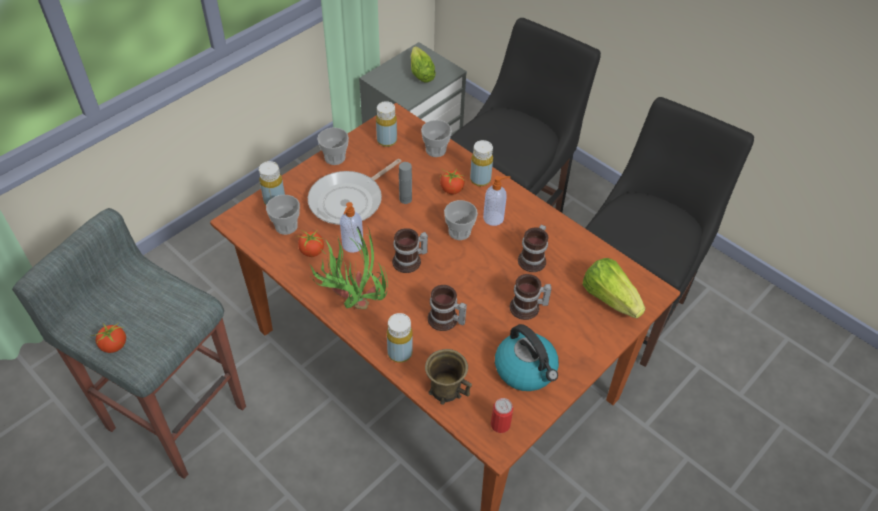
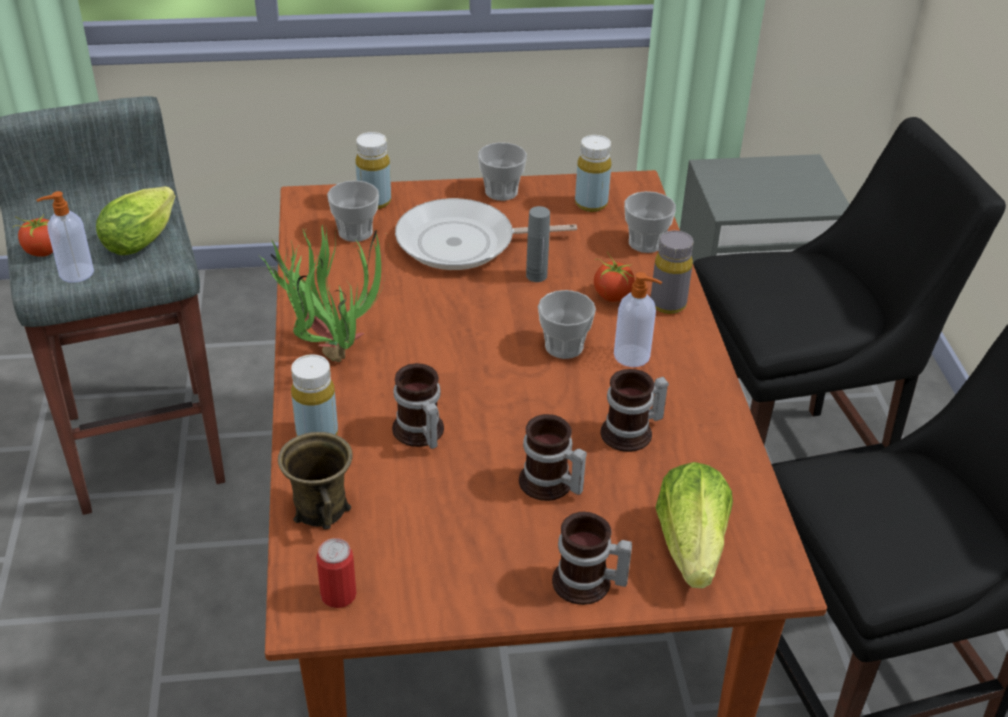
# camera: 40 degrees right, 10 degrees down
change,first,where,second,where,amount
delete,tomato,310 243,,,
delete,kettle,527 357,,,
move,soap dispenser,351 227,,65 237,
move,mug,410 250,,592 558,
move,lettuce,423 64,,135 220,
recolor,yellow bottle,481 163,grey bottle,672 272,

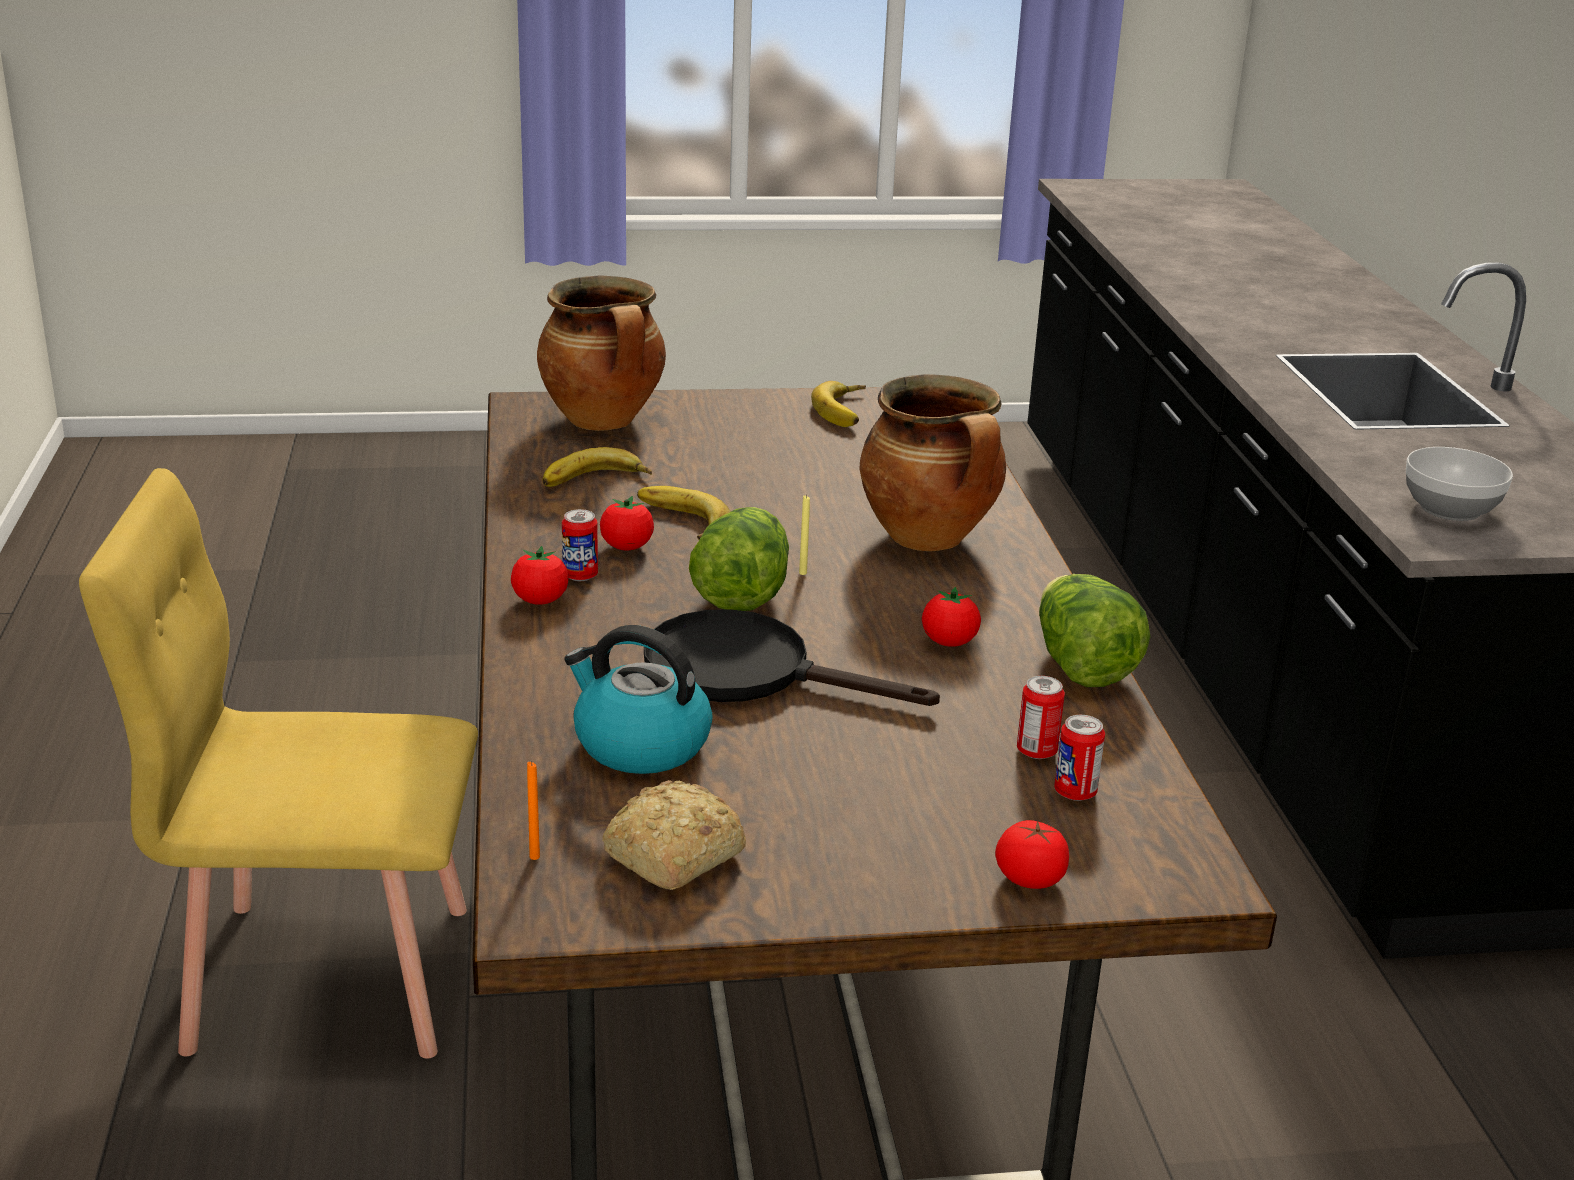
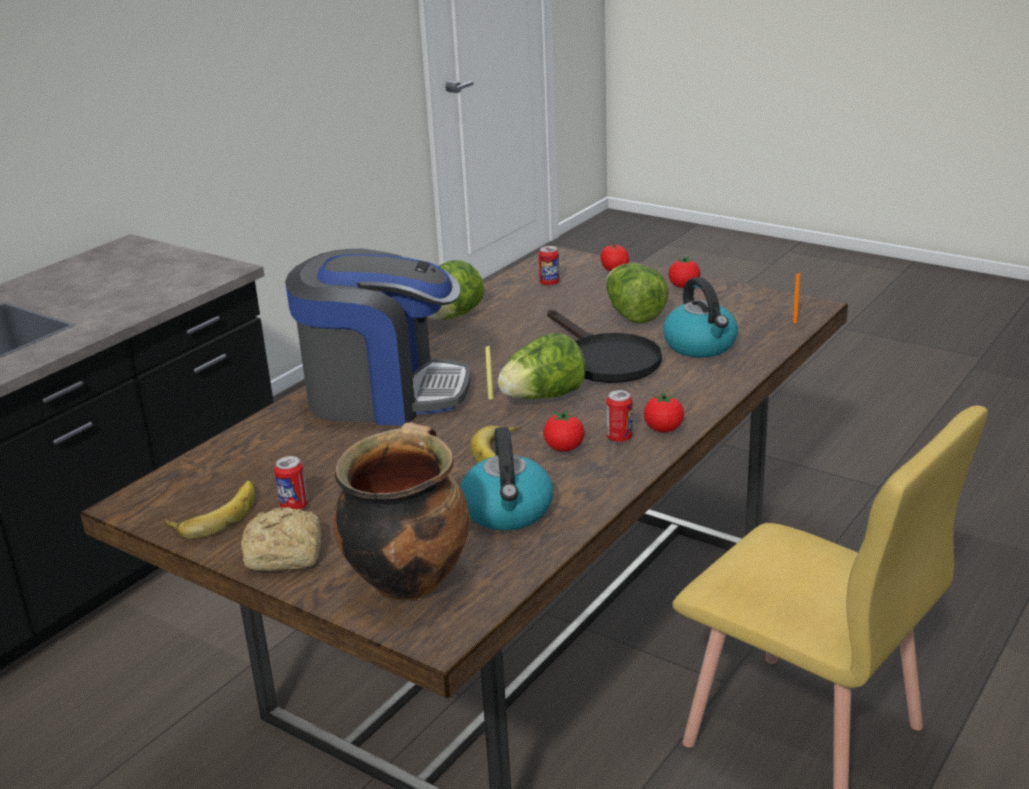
# camera: 135 degrees left, 0 degrees up
change,first,where,second,where,amount
delete,bowl,1459 484,,,
insert,,,lettuce,637 293,
move,bread,674 835,,281 539,
move,tomato,951 617,,684 272,
move,can,1041 717,,291 483,
replace,banana,597 467,kettle,506 478,
replace,cooking pot,933 462,coffee machine,378 337,

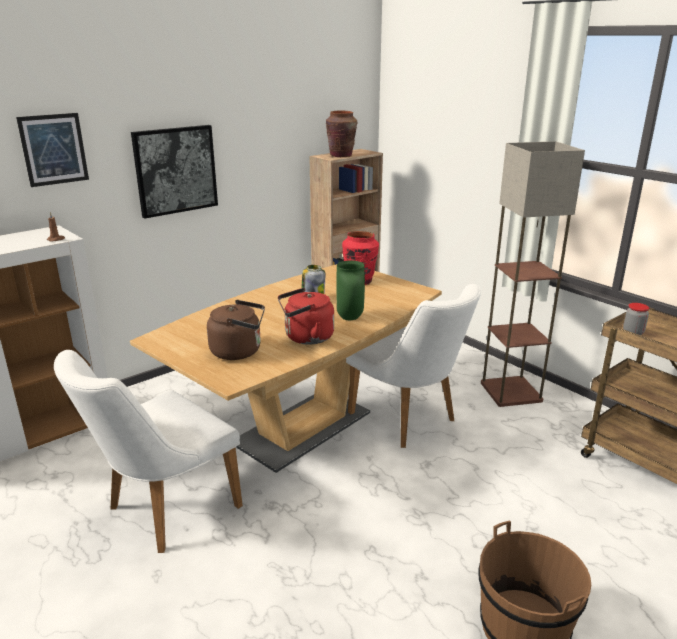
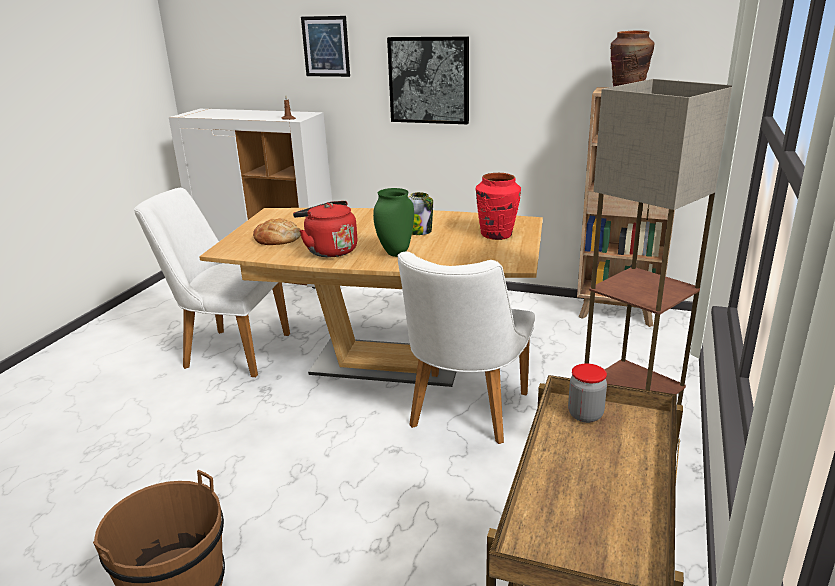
# camera: 60 degrees right, 0 degrees up
change,first,where,second,where,amount
replace,brown kettle,236 330,bread,277 231,

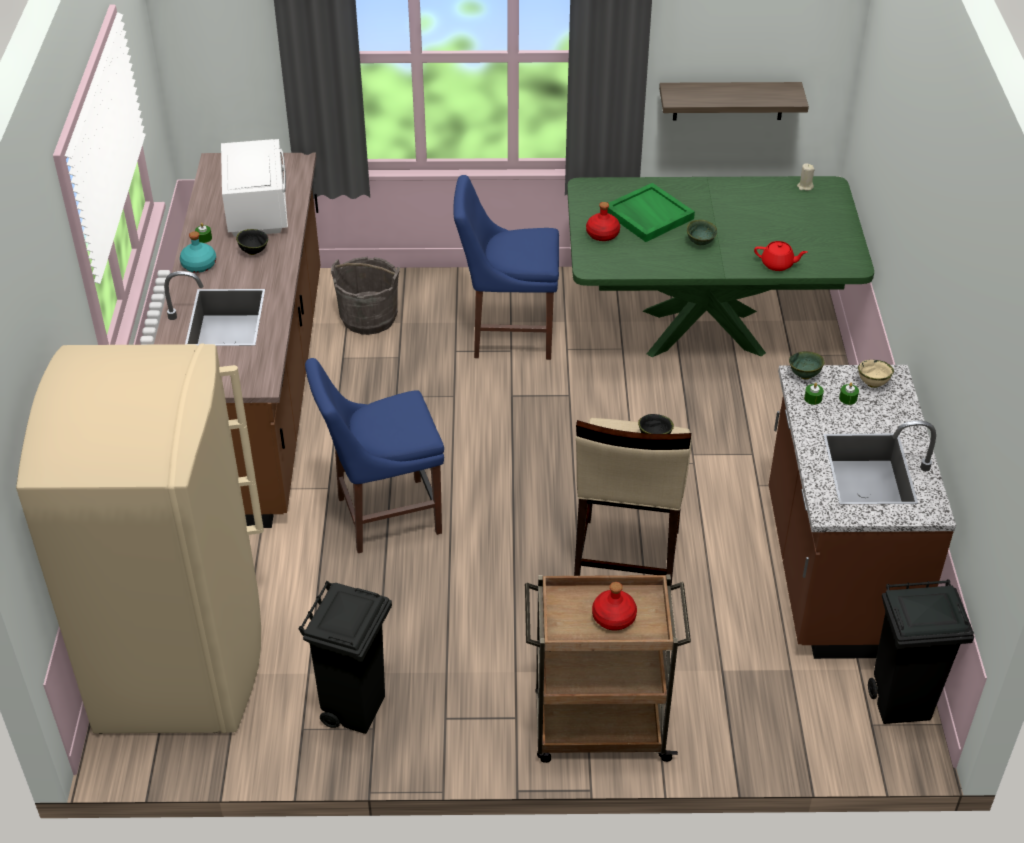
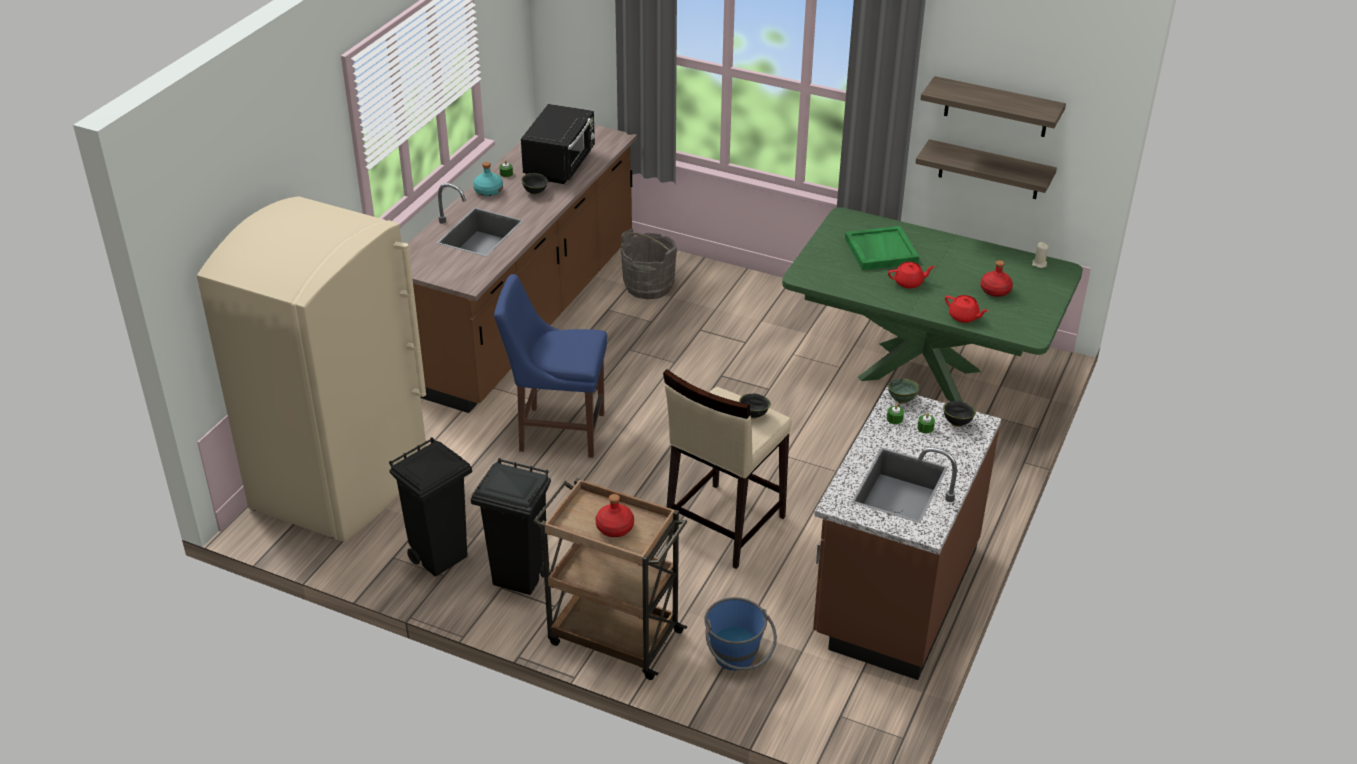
# camera: 25 degrees right, 5 degrees down
change,first,where,second,where,amount
delete,blue chair,506 267,,,
insert,,,blue bucket,740 633,
insert,,,shelf,993 106,
move,red bottle,603 221,,996 278,
move,black trash can,921 651,,511 526,
replace,green bowl,702 232,red teapot,911 275,
recolor,white microwave,254 188,black microwave,558 144,
recolor,beige bowl,876 374,black bowl,959 414,

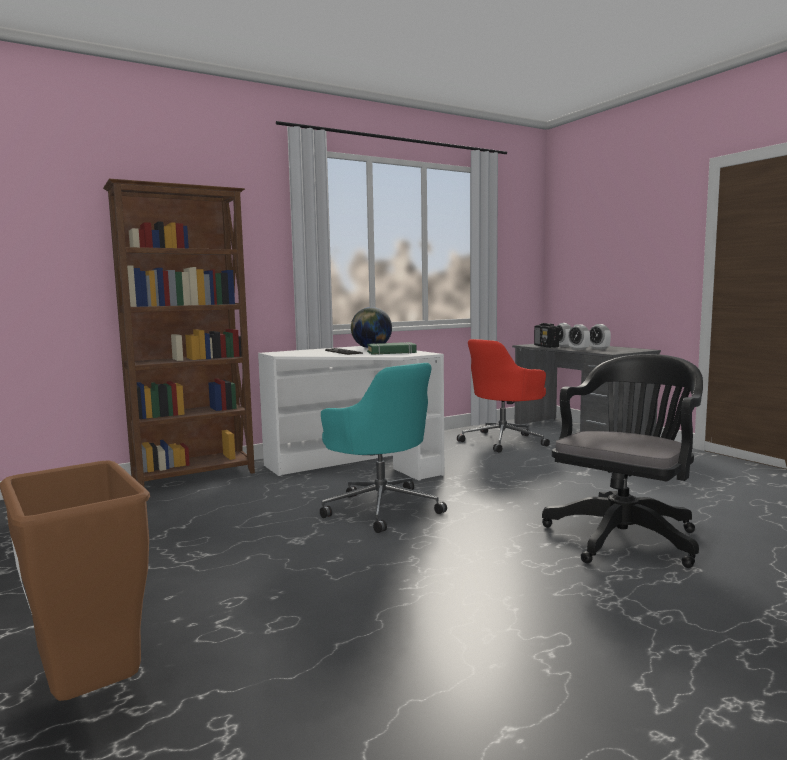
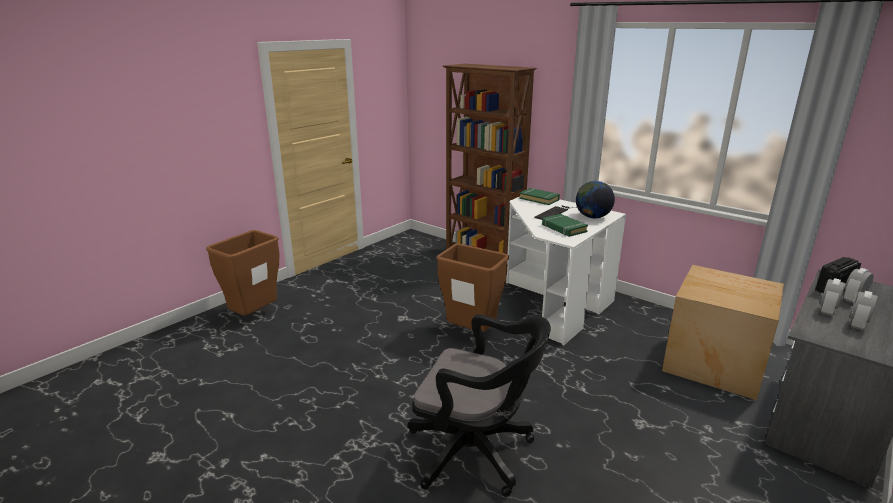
# camera: 70 degrees right, 15 degrees up
change,first,where,second,where,amount
insert,,,green book,539 196,
replace,turquoise office chair,383 448,brown trash can,473 288,
replace,red office chair,503 396,cardboard box,723 332,

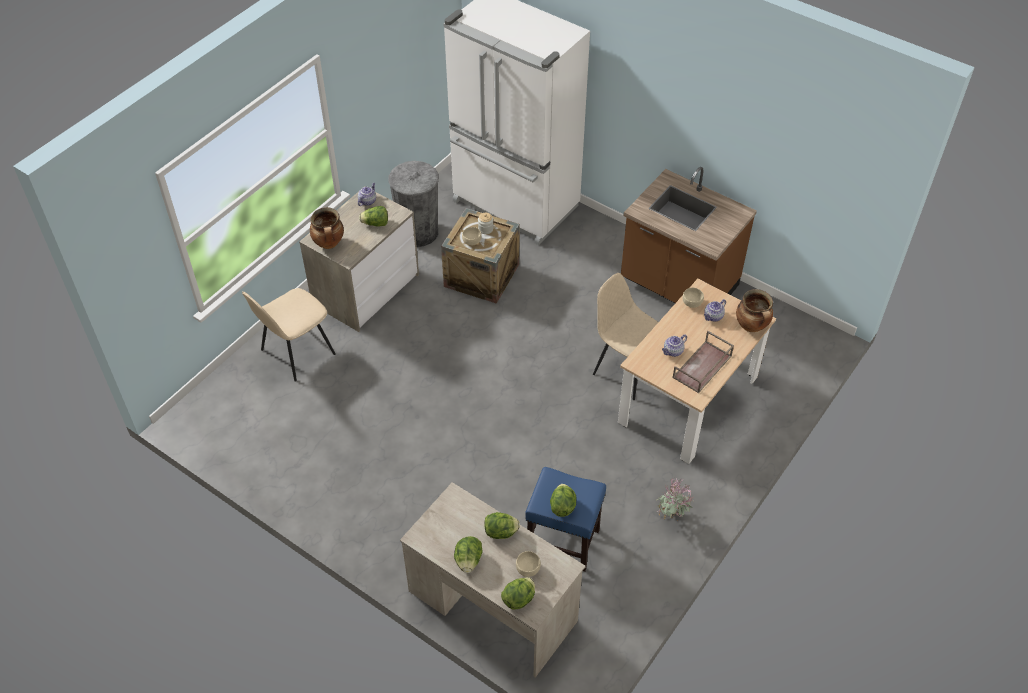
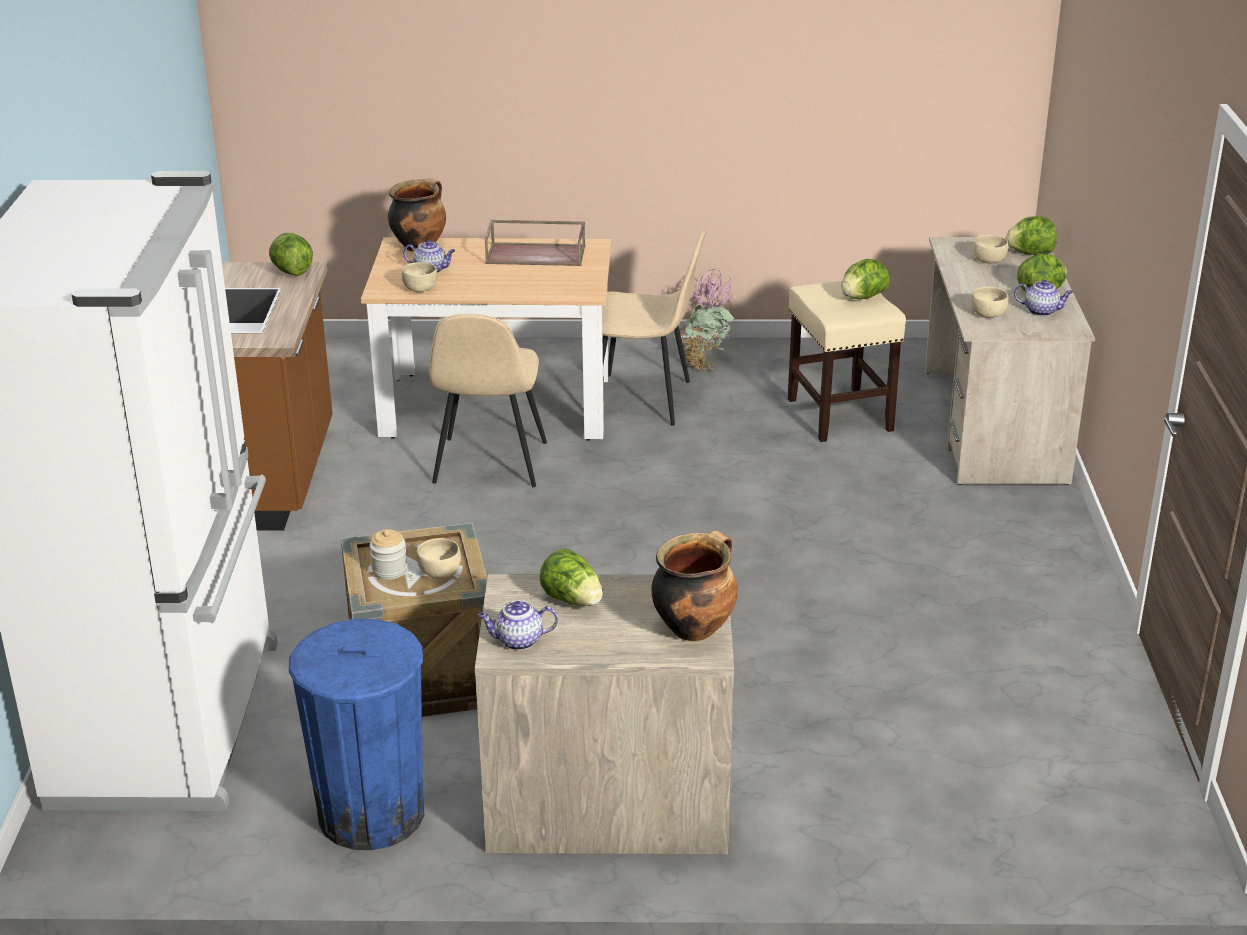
# camera: 125 degrees left, 20 degrees down
change,first,where,second,where,amount
insert,,,beige bowl,990 302,
move,beige chair,289 334,,654 327,
move,lettuce,502 525,,291 254,
move,teapot,674 345,,1043 298,
recolor,grey trash can,413 204,blue trash can,357 734,
recolor,blue stool,565 519,beige stool,847 361,

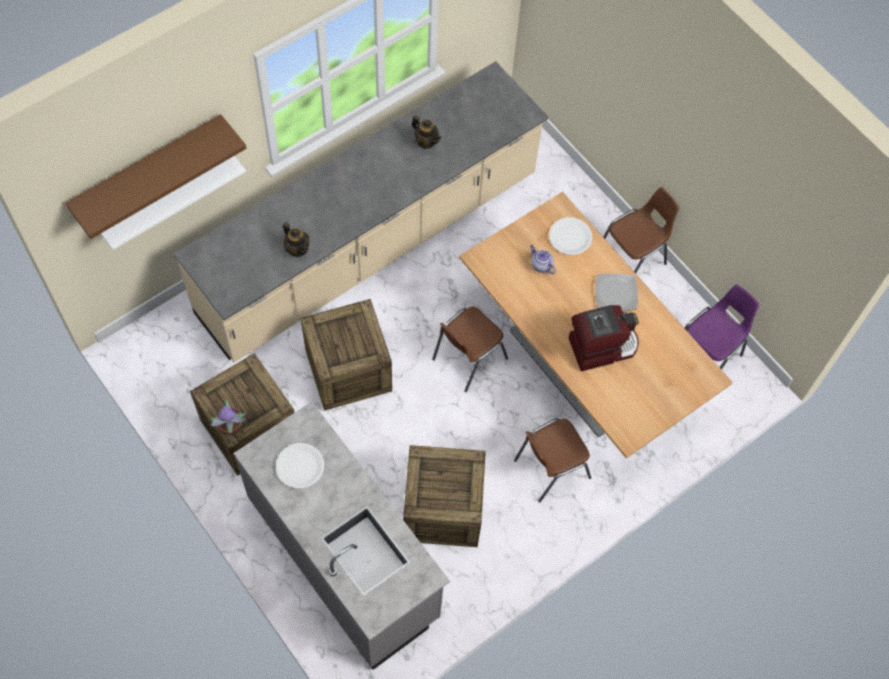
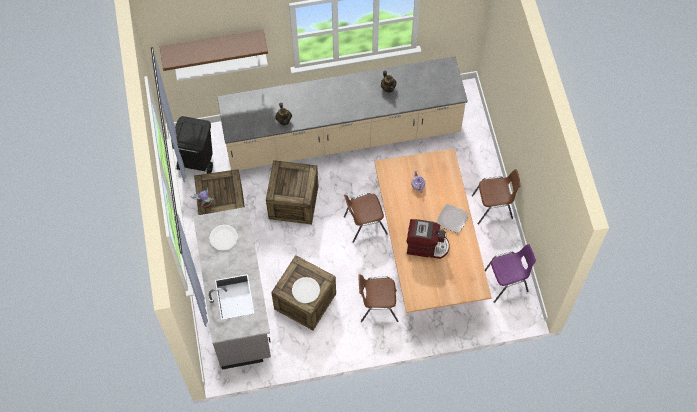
# camera: 30 degrees right, 0 degrees up
change,first,where,second,where,amount
insert,,,black trash can,192 145,
move,white plate,570 236,,306 290,

